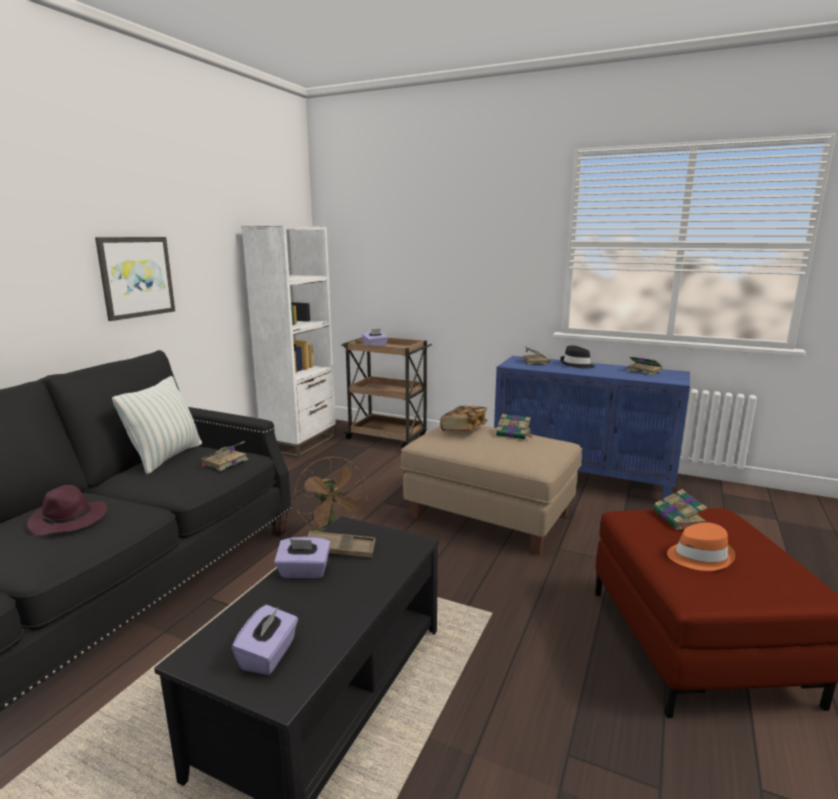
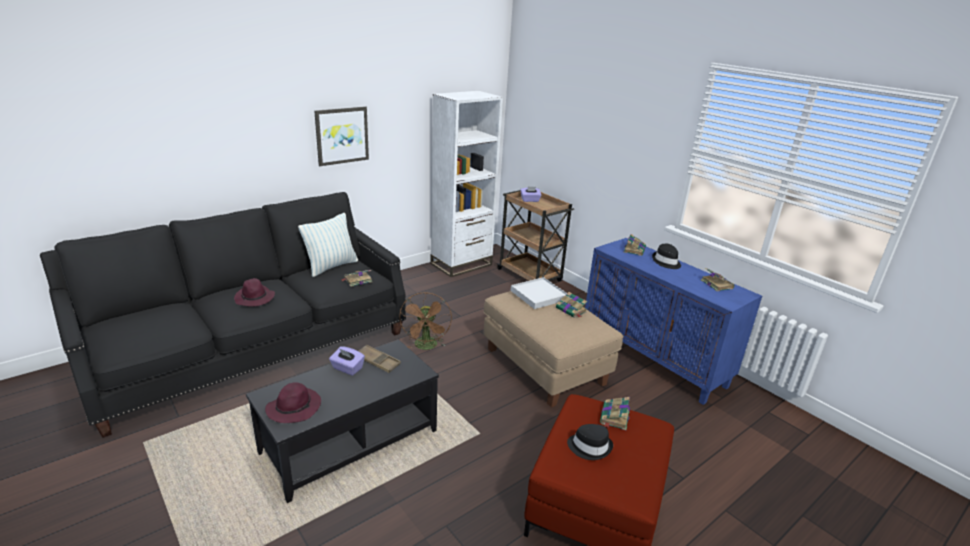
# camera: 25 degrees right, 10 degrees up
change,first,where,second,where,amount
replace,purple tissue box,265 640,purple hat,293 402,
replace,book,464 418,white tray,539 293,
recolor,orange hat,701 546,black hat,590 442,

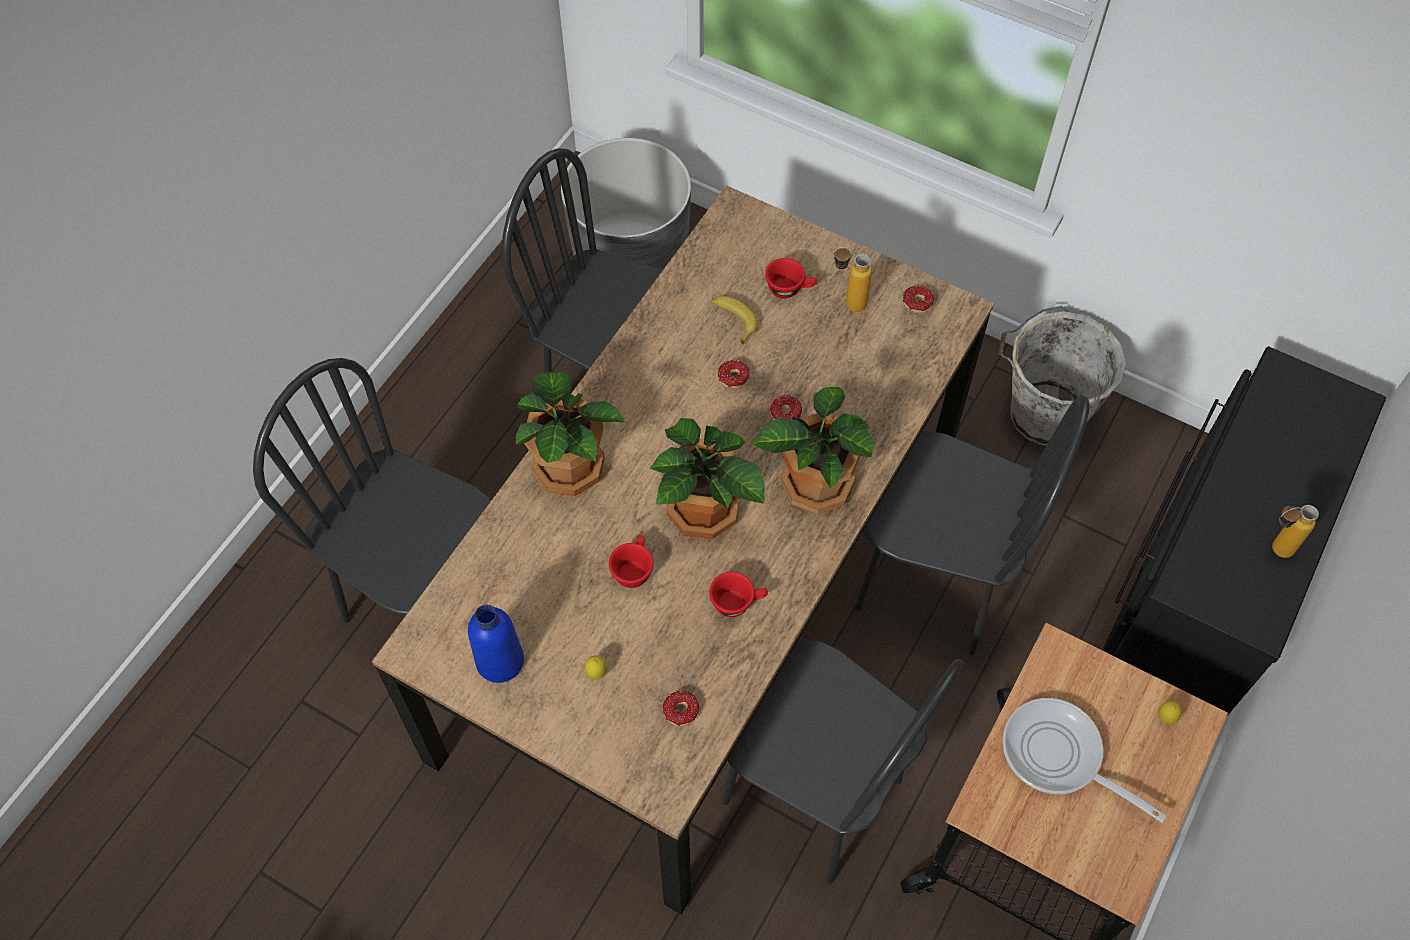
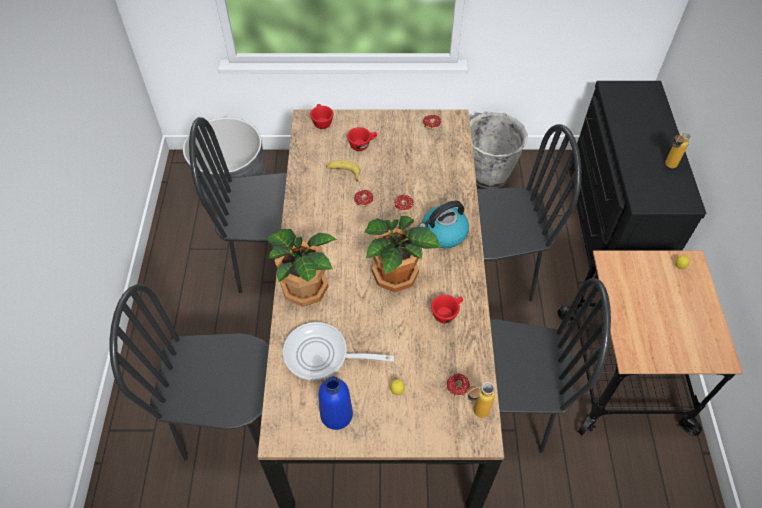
# camera: 30 degrees left, 5 degrees down
change,first,where,second,where,amount
move,red cup,631 561,,321 116,
move,bottle,852 279,,481 400,
move,frying pan,1085 760,,338 351,
replace,potted plant,814 450,kettle,444 225,

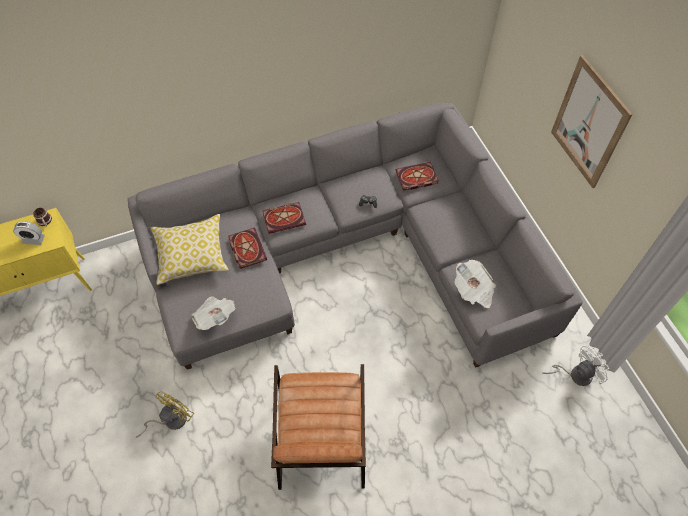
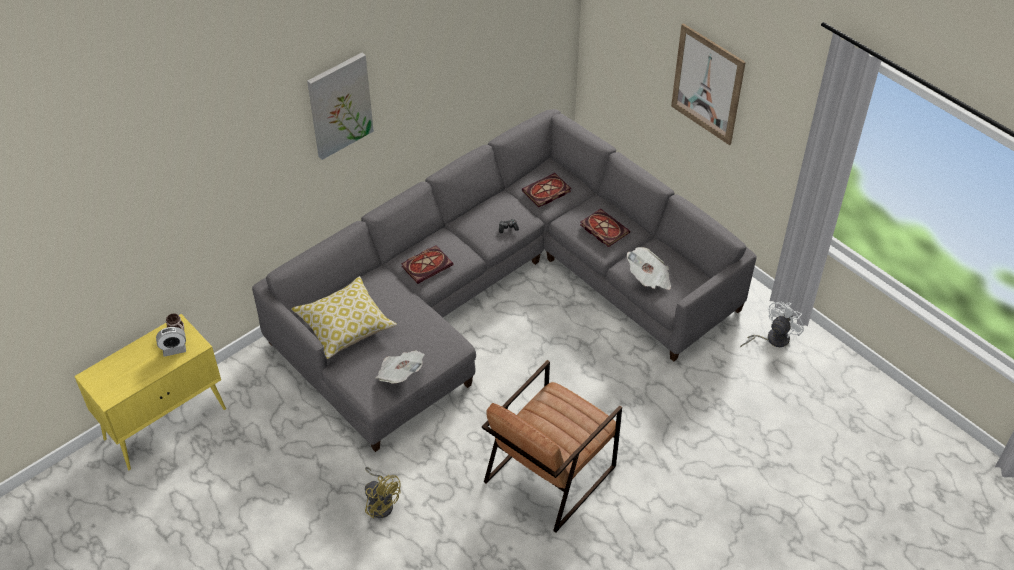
# camera: 20 degrees left, 10 degrees down
change,first,where,second,where,amount
insert,,,picture,340 106,
move,book,247 248,,605 228,
rotate,yellow fan,165 414,,383 492,120 degrees clockwise
rotate,brown armchair,318 427,,552 446,60 degrees clockwise

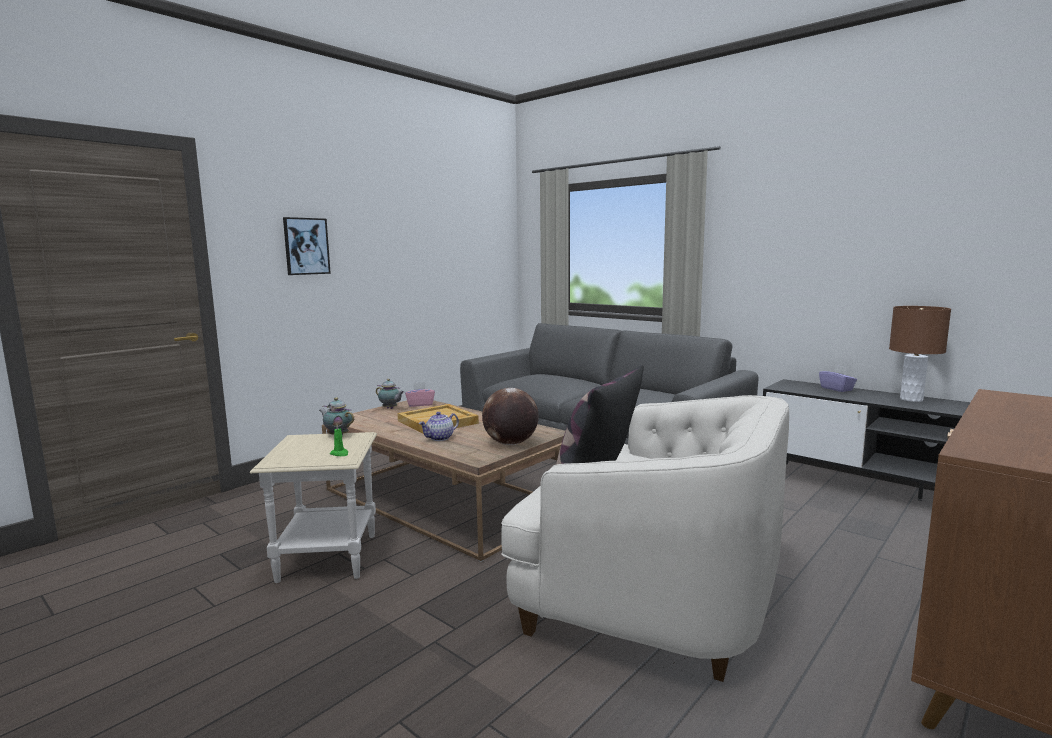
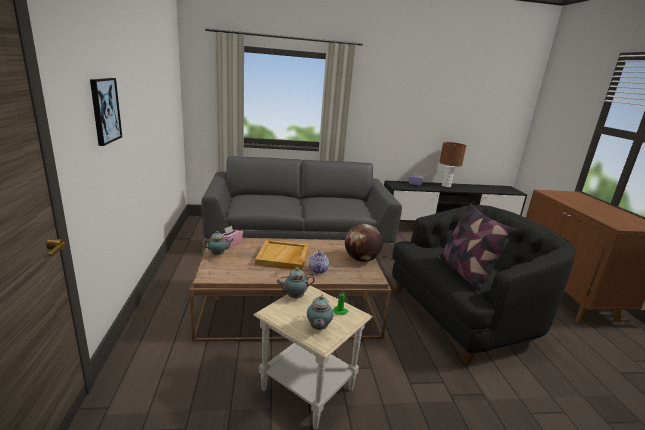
# camera: 50 degrees left, 10 degrees up
change,first,where,second,where,amount
insert,,,teapot,320 312,
recolor,white armchair,645 538,black armchair,483 285,

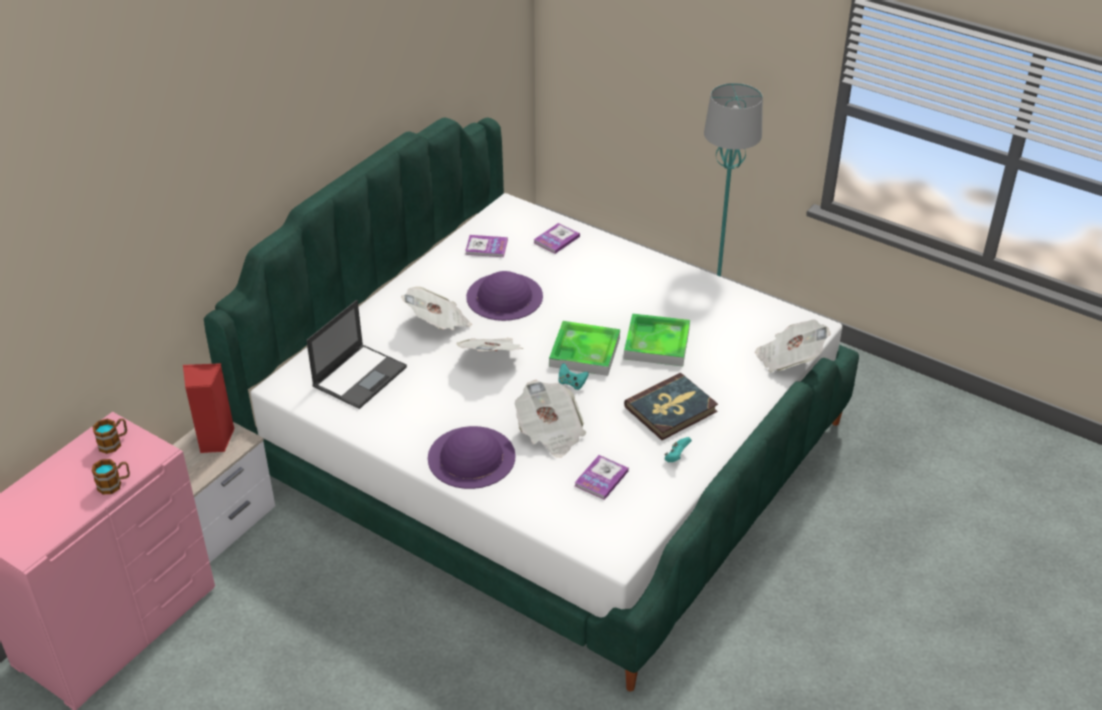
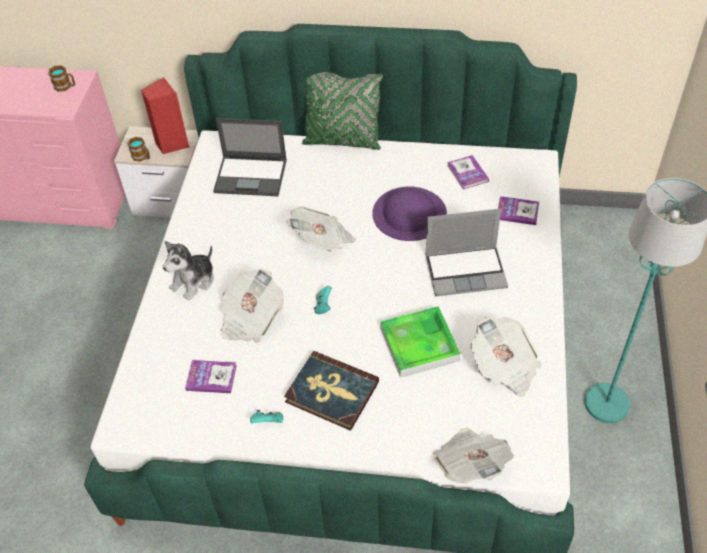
# camera: 65 degrees right, 10 degrees up
change,first,where,second,where,amount
delete,tray,584 348,,,
insert,,,green pillow,342 111,
insert,,,laptop,466 252,
move,mug,110 476,,138 149,
move,newspaper,436 308,,506 357,
replace,purple hat,472 457,plush toy,188 271,

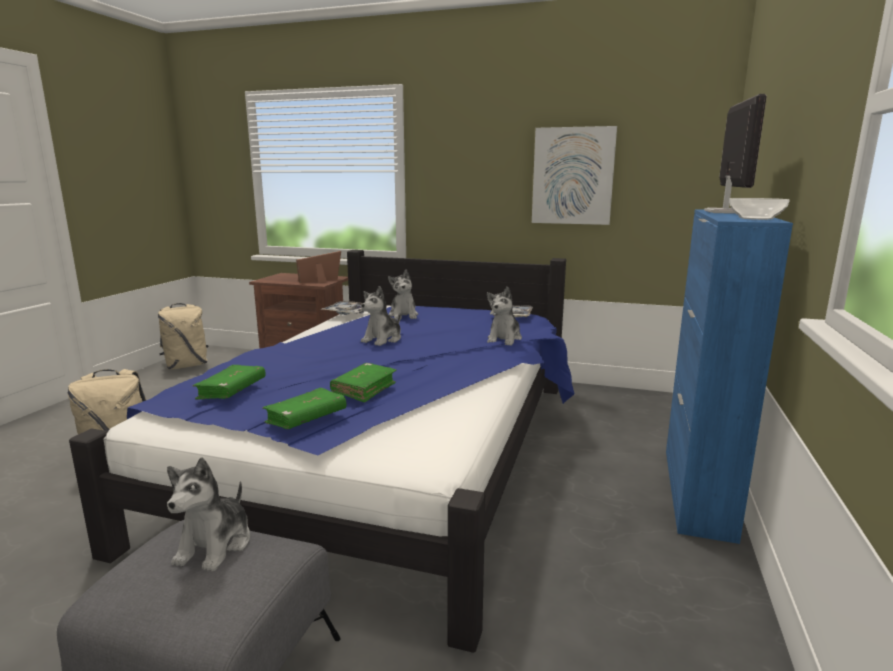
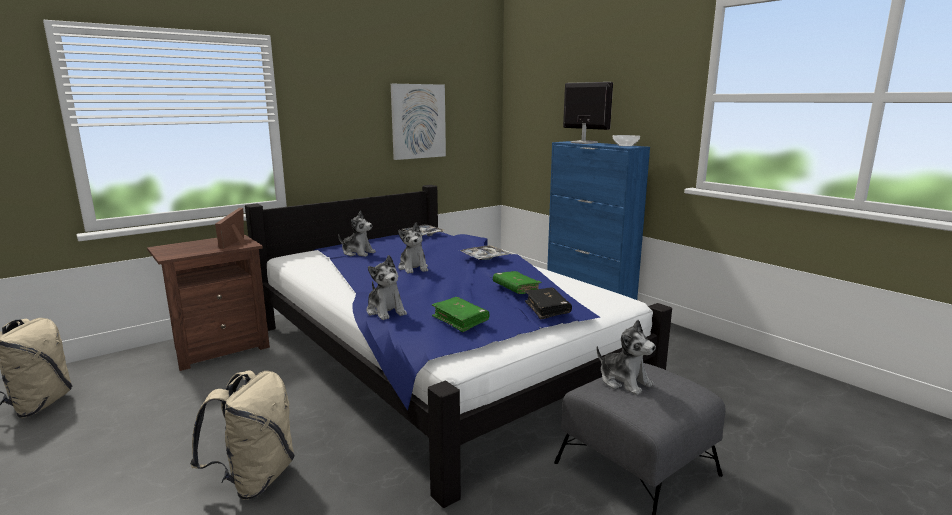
# camera: 55 degrees left, 0 degrees up
change,first,where,second,where,amount
move,tray,342 308,,485 252,
move,plush toy,504 316,,387 287,
recolor,green book,304 408,black book,548 303,

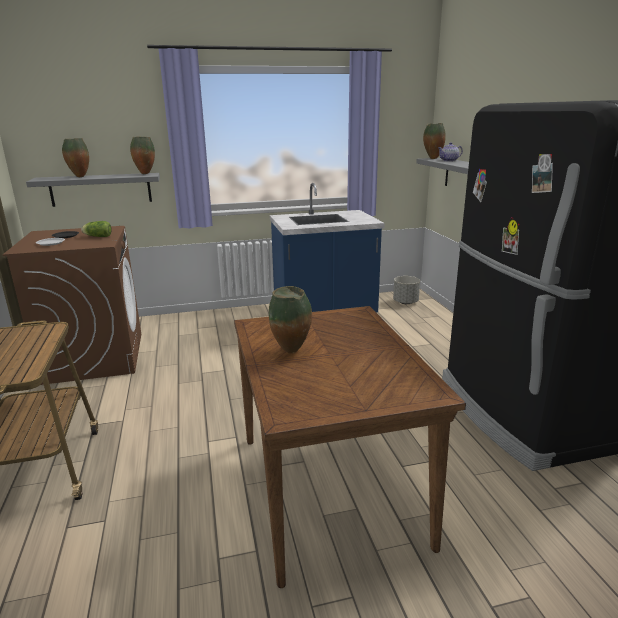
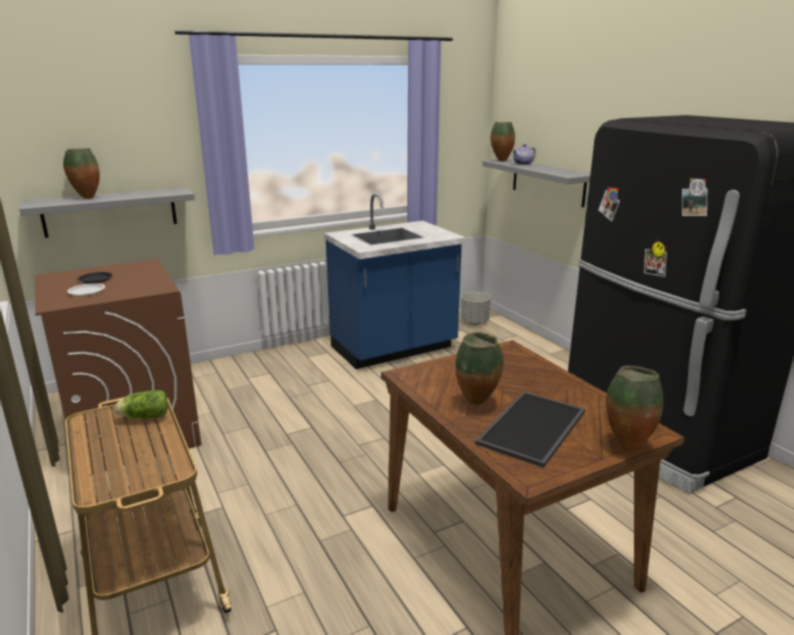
# camera: 15 degrees left, 0 degrees up
change,first,where,second,where,amount
insert,,,tray,530 429,
move,lettuce,96 229,,141 404,
move,vase,142 155,,634 408,

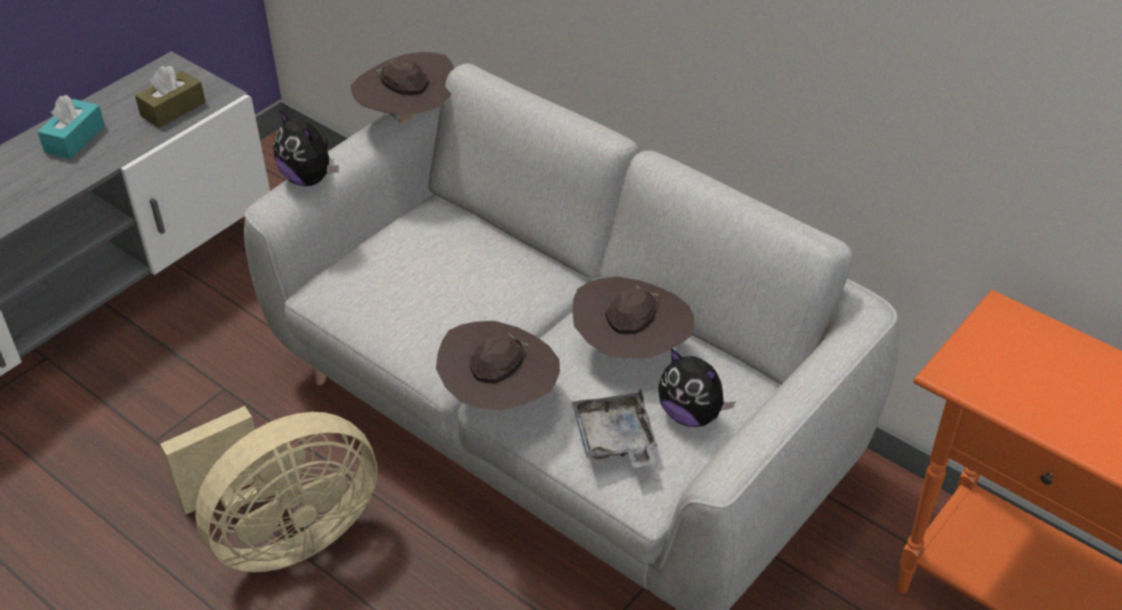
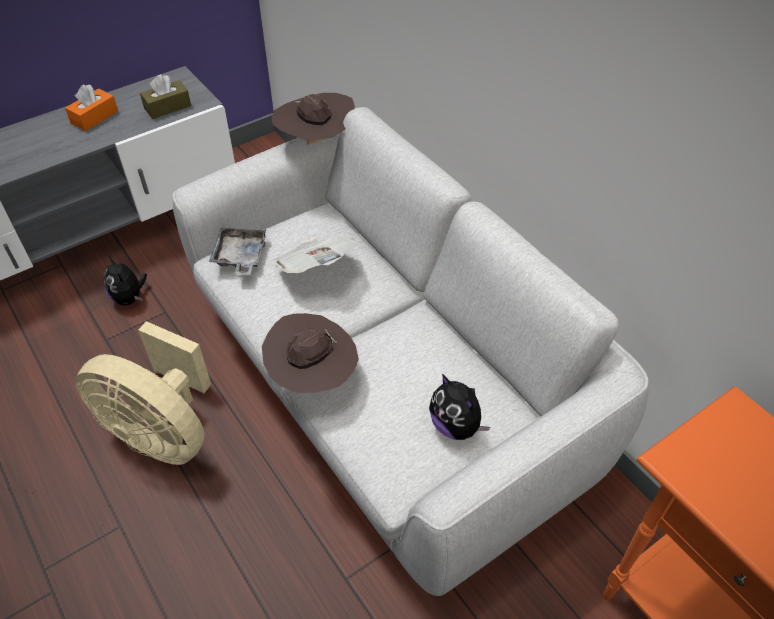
# camera: 15 degrees right, 5 degrees up
change,first,where,second,where,amount
delete,brown hat,633 317,,,
insert,,,newspaper,316 255,
move,plush toy,306 147,,125 281,
move,grey tray,615 428,,237 251,
recolor,turquoise tissue box,71 127,orange tissue box,91 107,
rotate,beige fan,268 489,,143 393,45 degrees clockwise

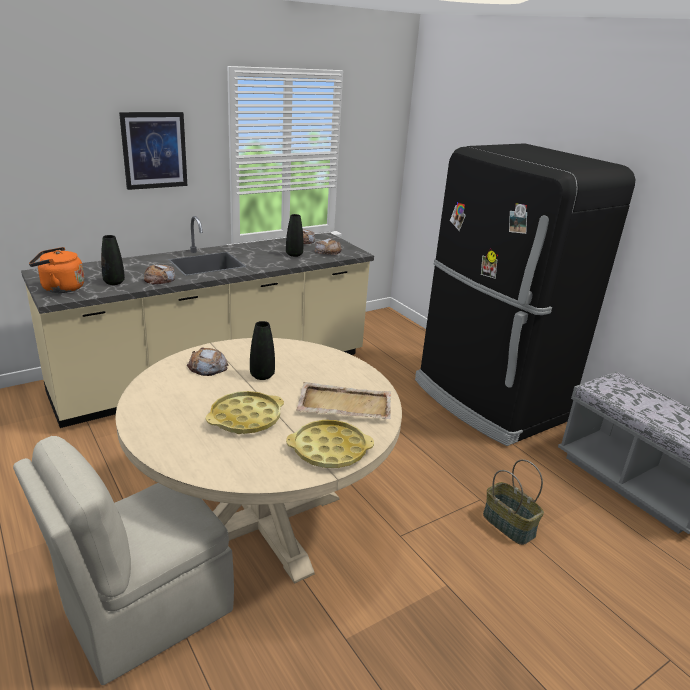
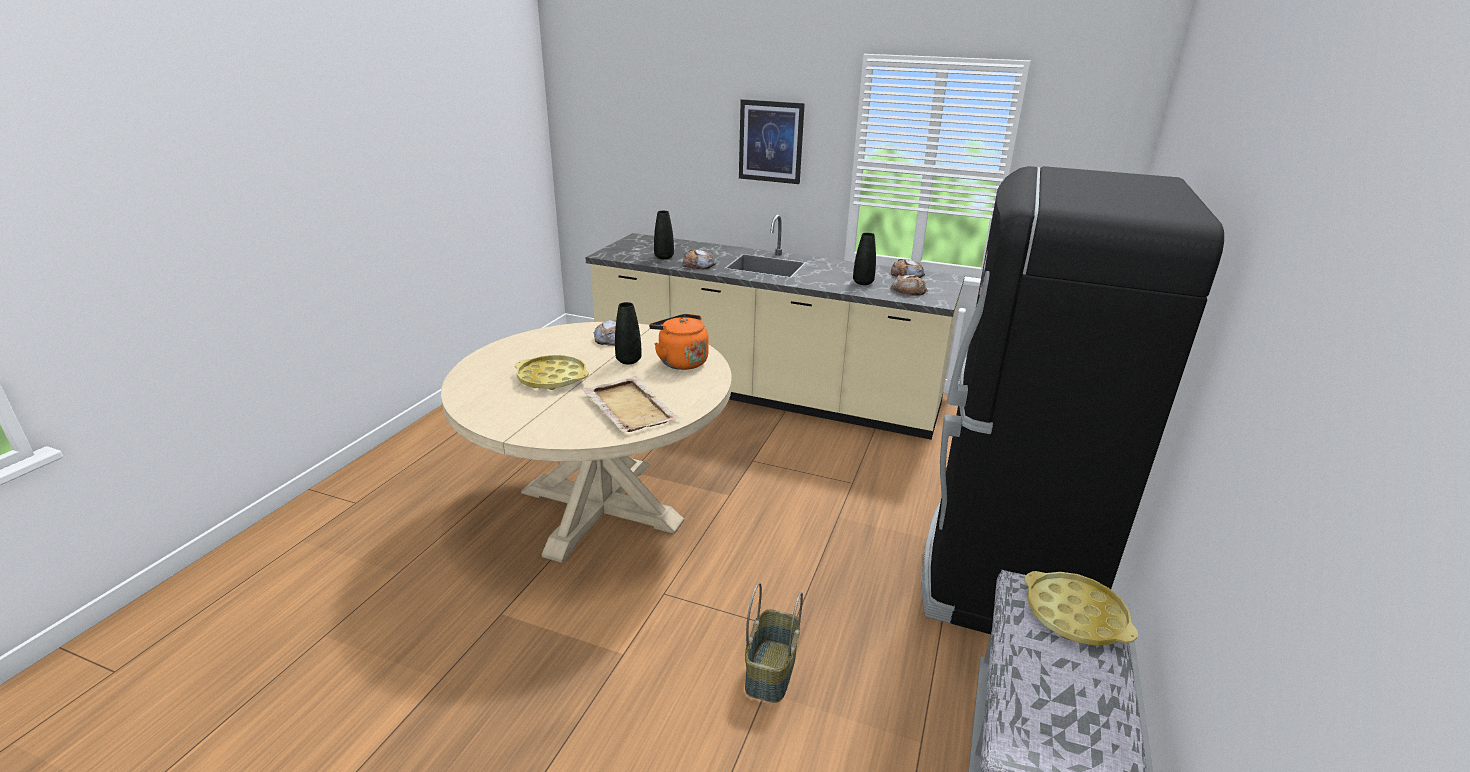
# camera: 55 degrees right, 0 degrees up
change,first,where,second,where,amount
delete,beige chair,123 560,,,
move,orange kettle,56 270,,679 342,
move,yellow tray,330 444,,1081 608,

